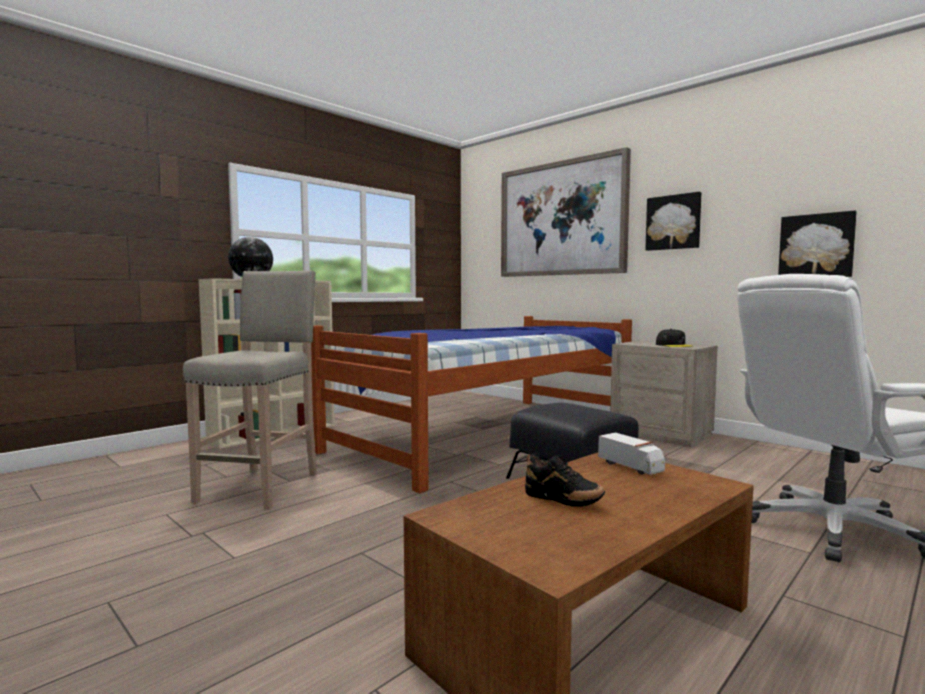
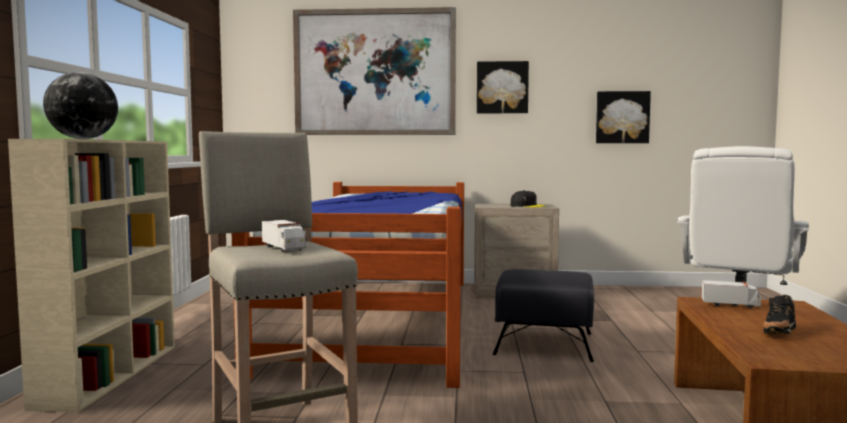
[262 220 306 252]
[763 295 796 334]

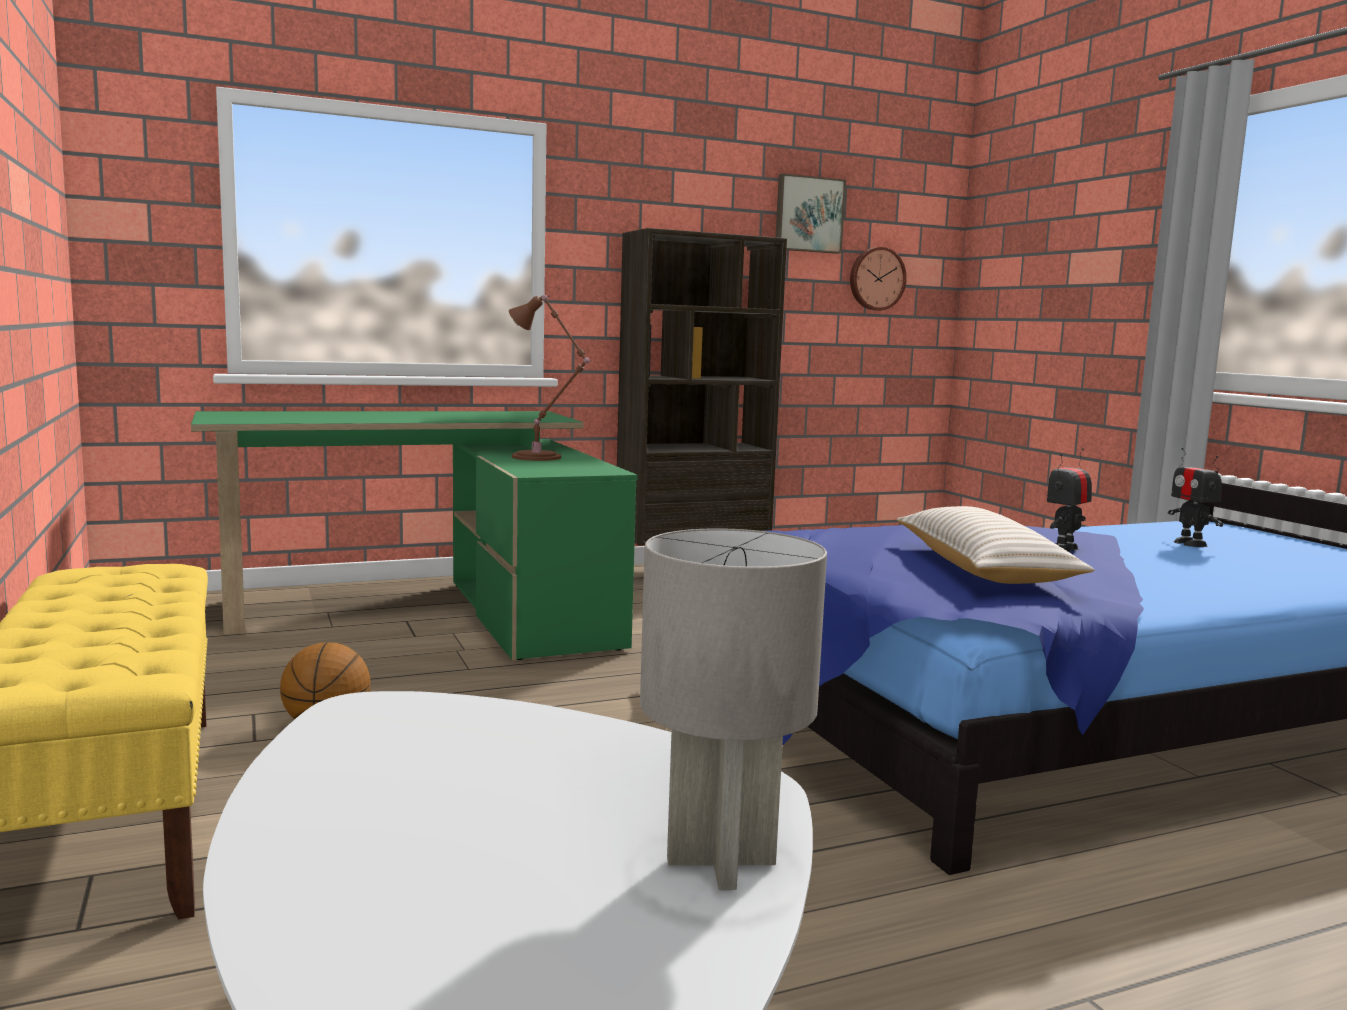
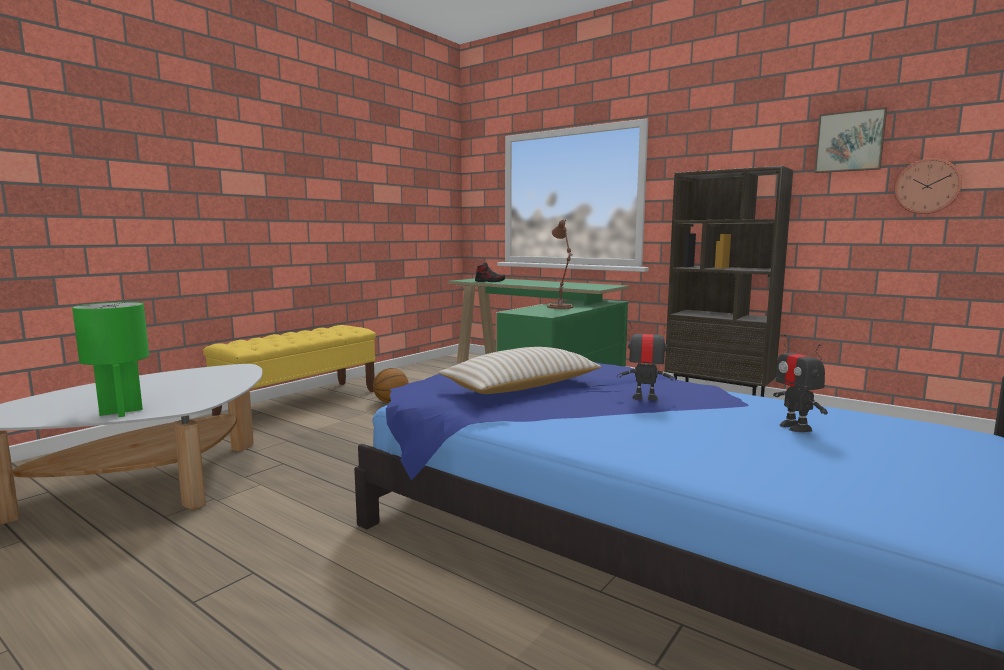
[475 262 505 282]
[72 302 149 417]
[773 334 828 432]

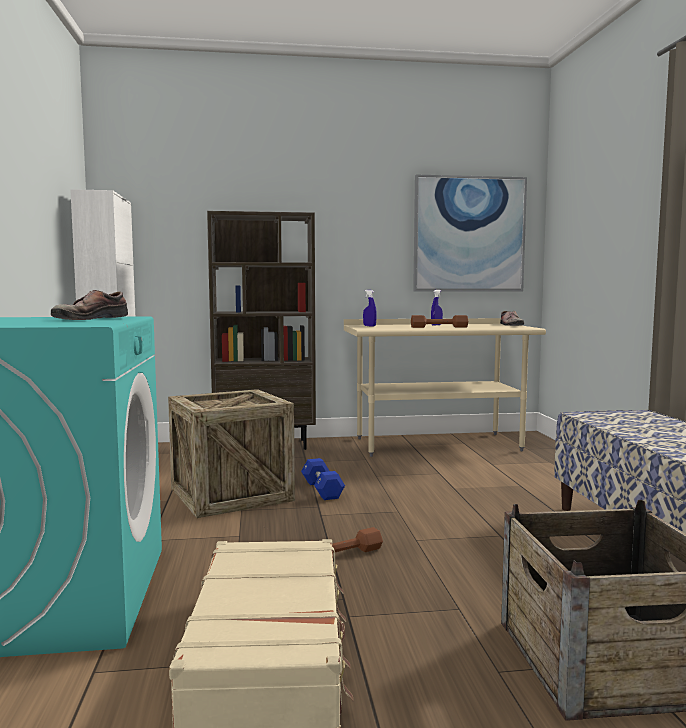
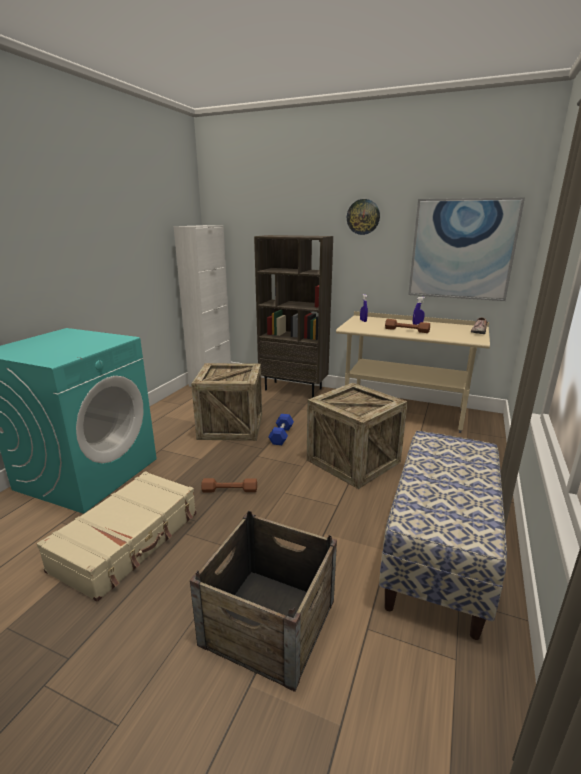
[51 290 128 320] (first image)
[307 383 408 489]
[347 199 380 235]

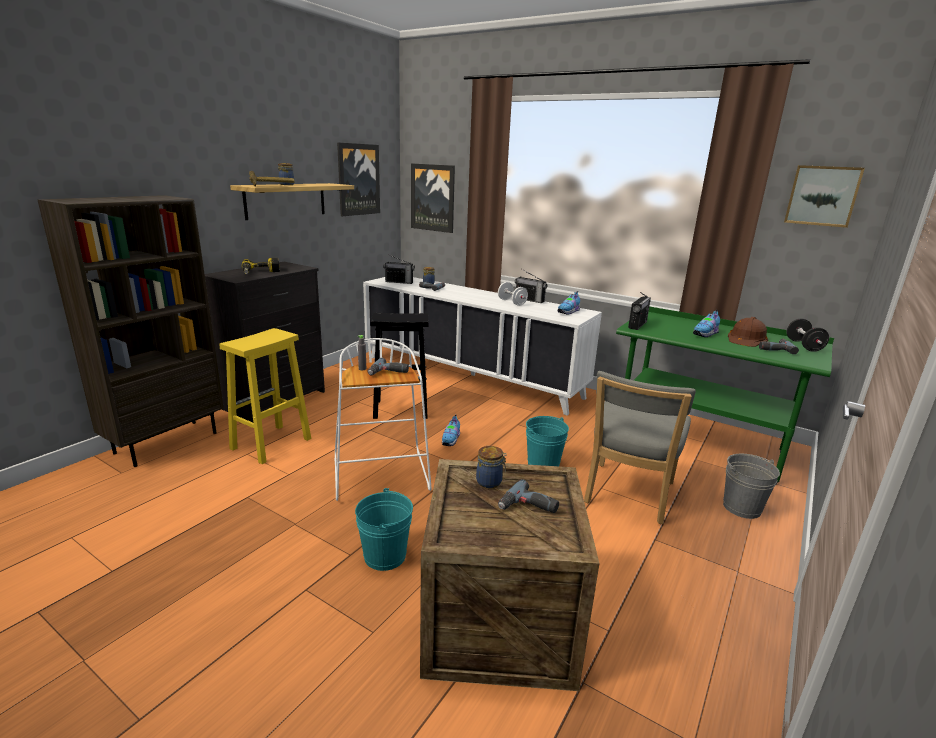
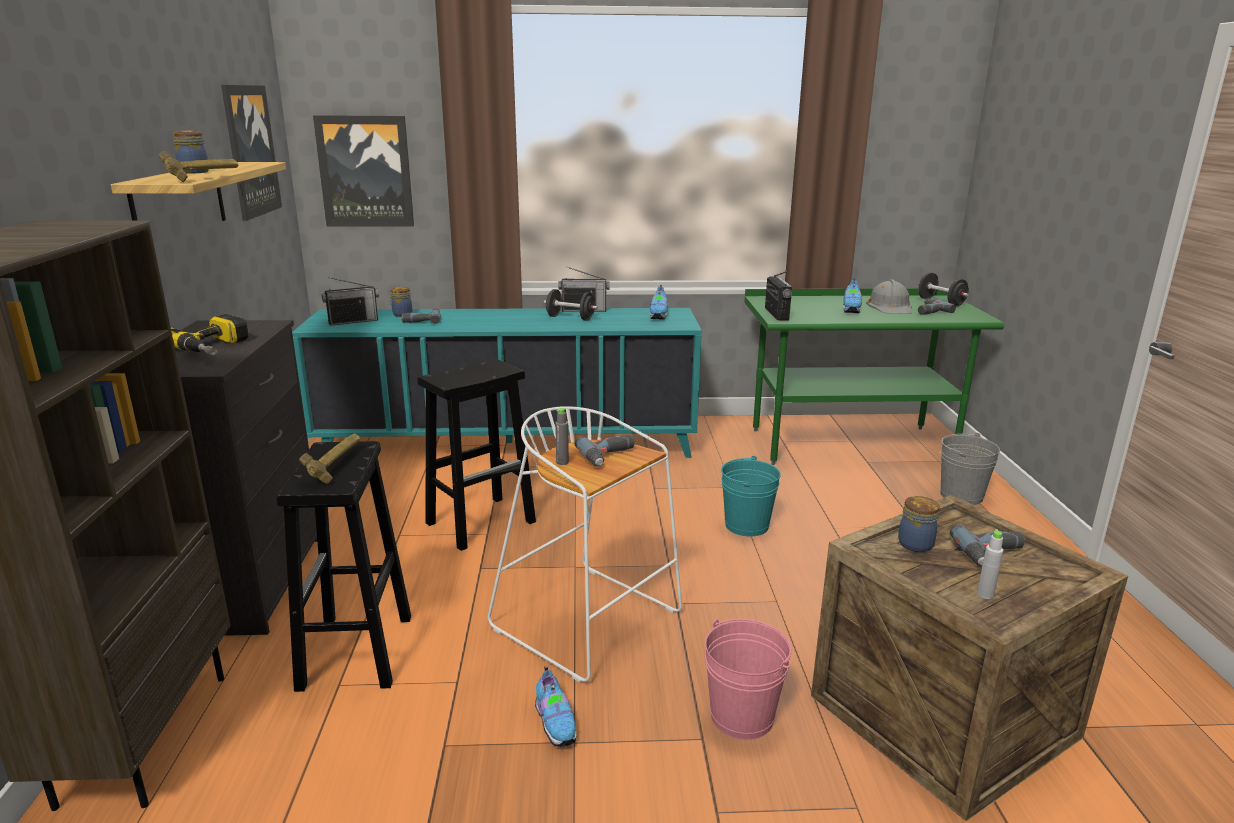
[584 371 696 524] (first image)
[784 165 865 228] (first image)
[299 434 360 484]
[977 529 1004 599]
[535 666 577 747]
[276 441 411 692]
[705 619 792 740]
[292 308 702 458]
[544 289 598 321]
[866 279 912 314]

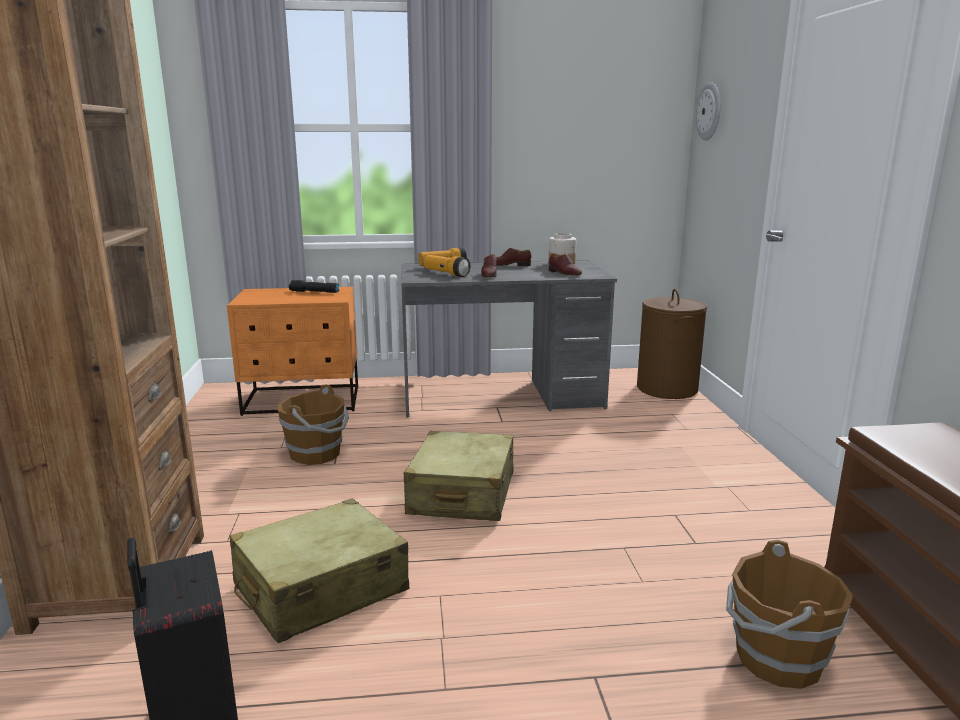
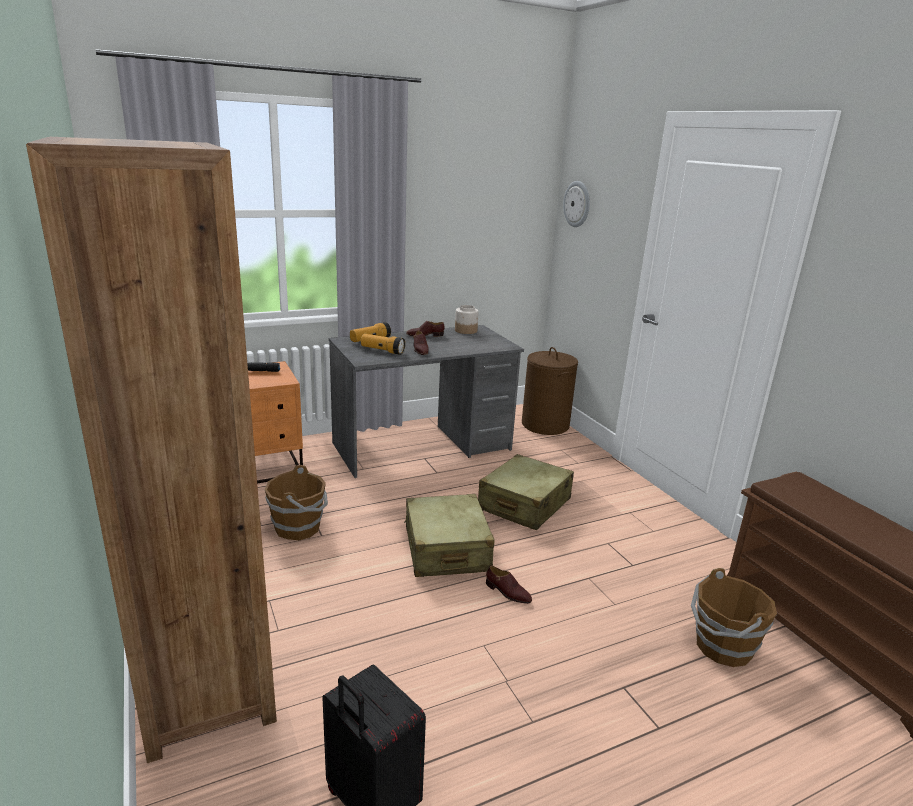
[478 454 574 530]
[486 566 532 604]

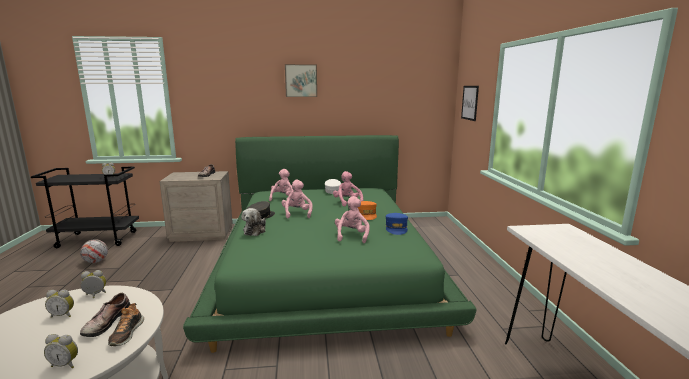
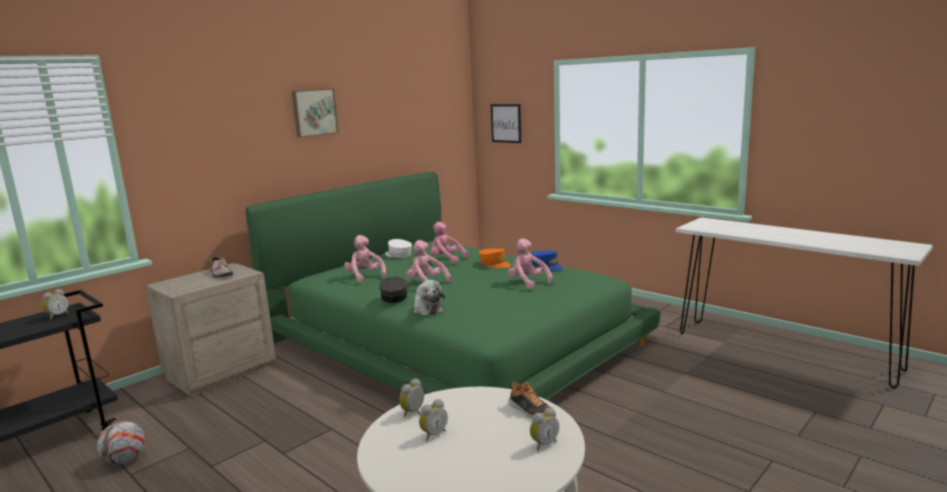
[80 293 131 337] (first image)

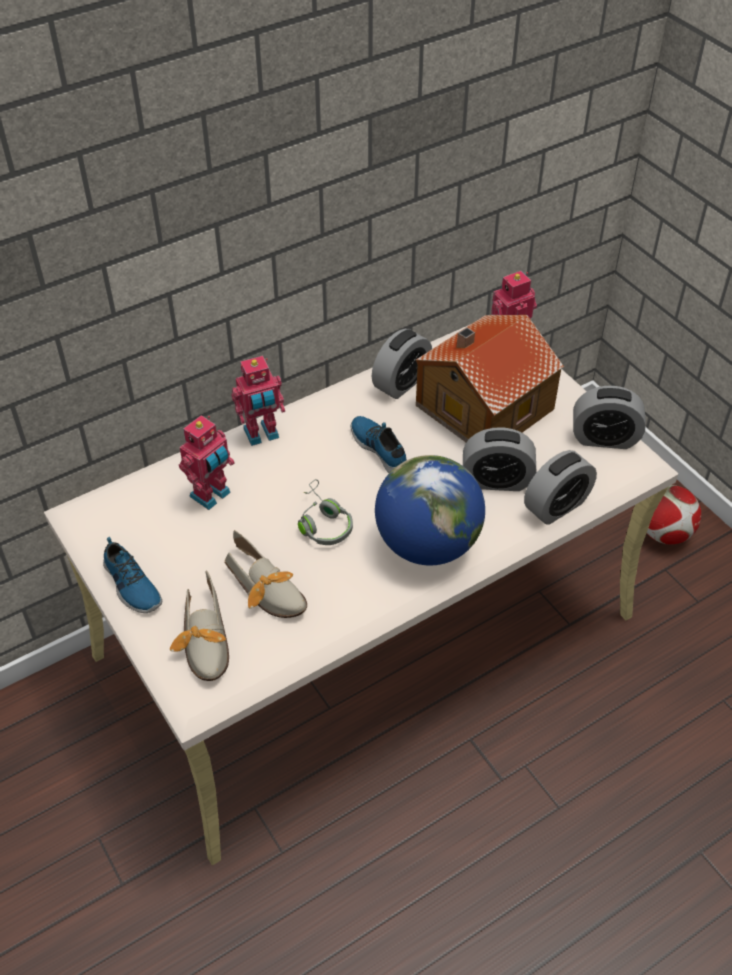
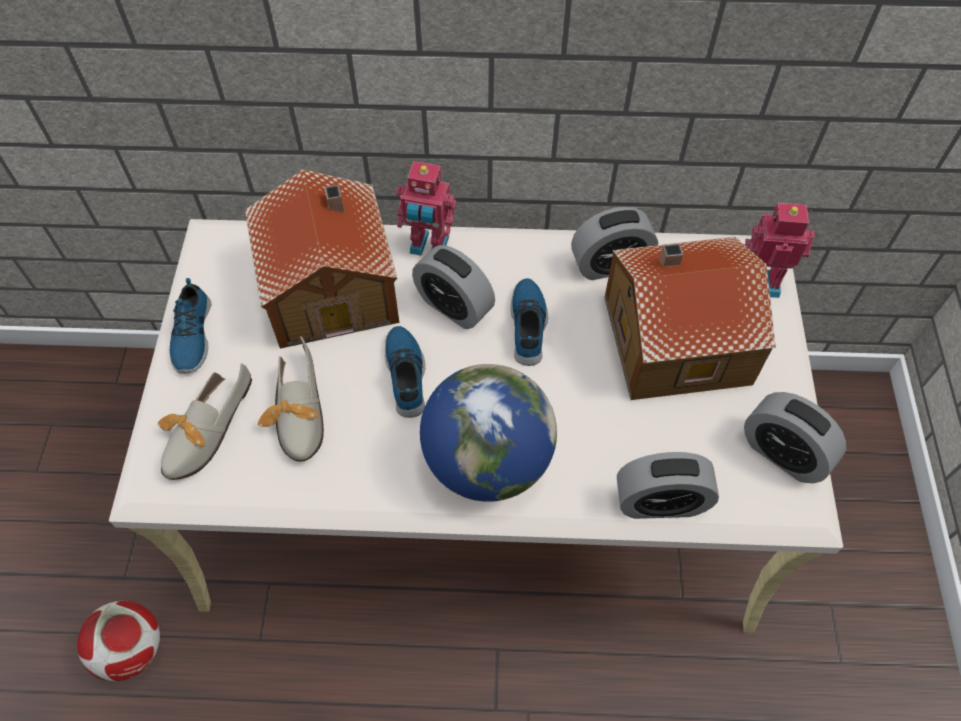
[412 245 495 329]
[77 601 160 681]
[245 169 399 349]
[385 326 426 418]

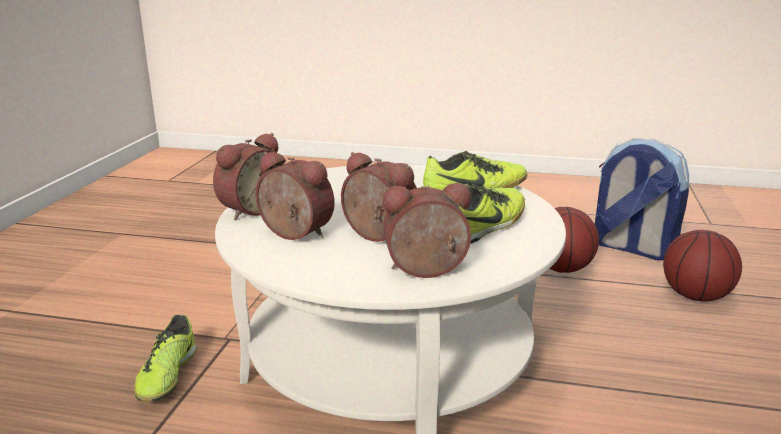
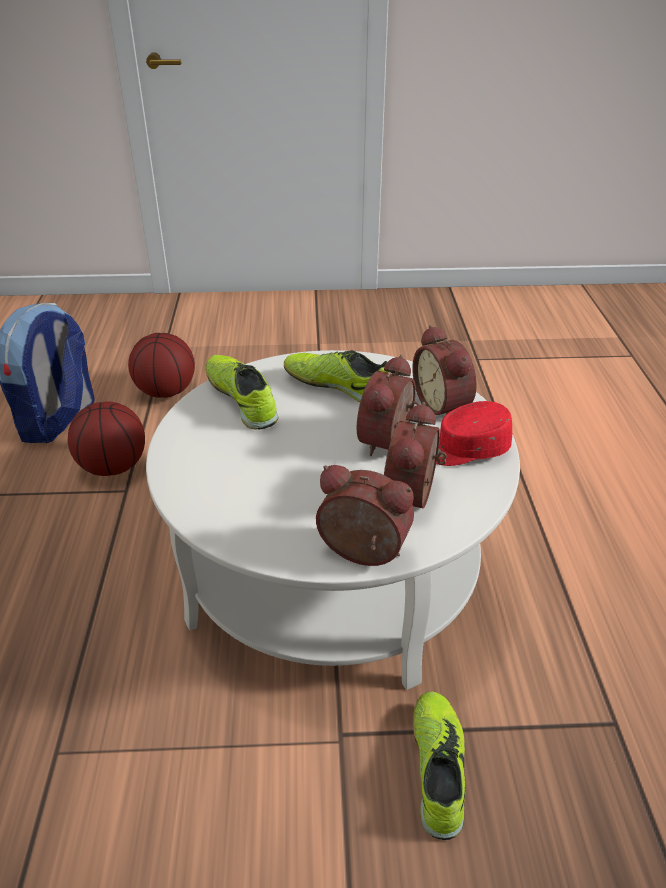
[436 401 513 466]
[413 691 465 840]

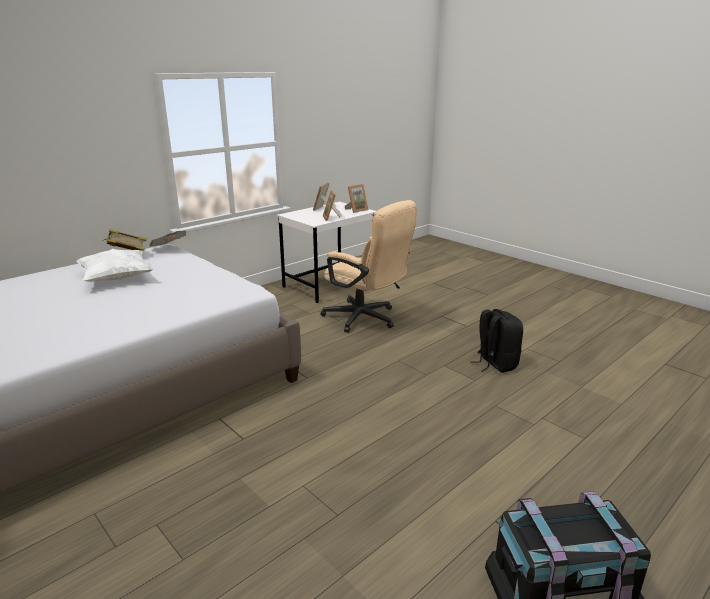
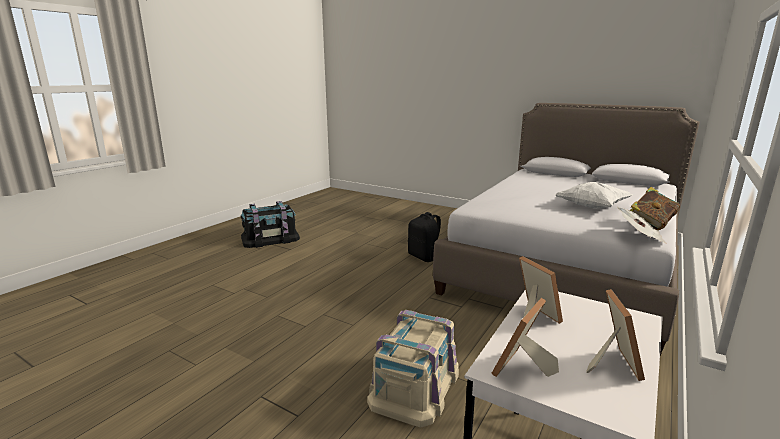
[408 212 441 262]
[367 310 459 428]

